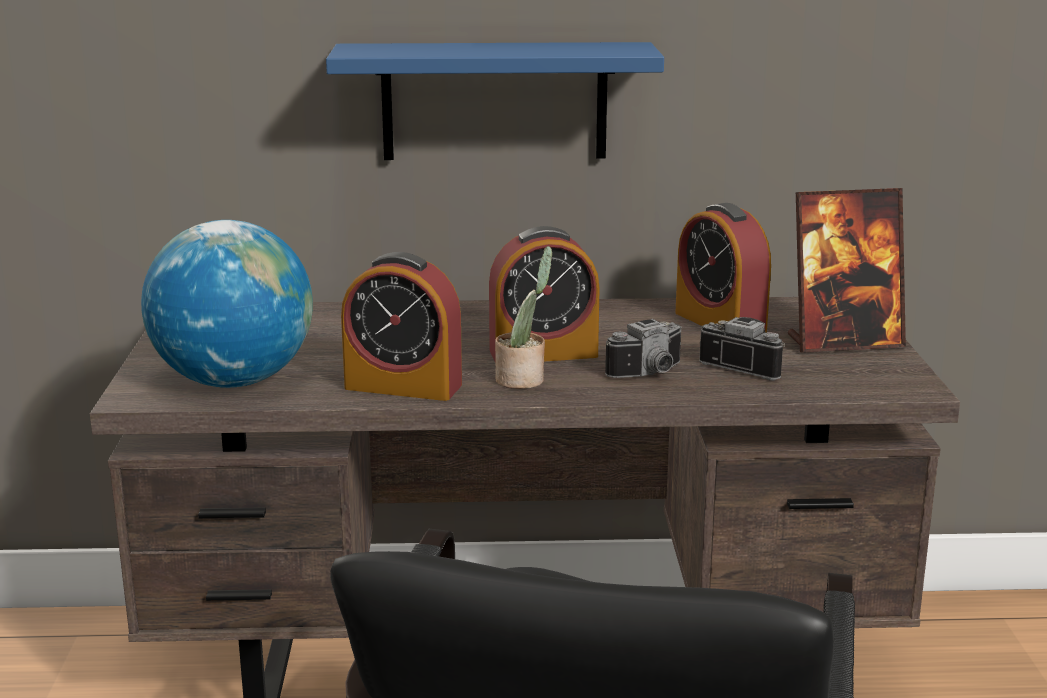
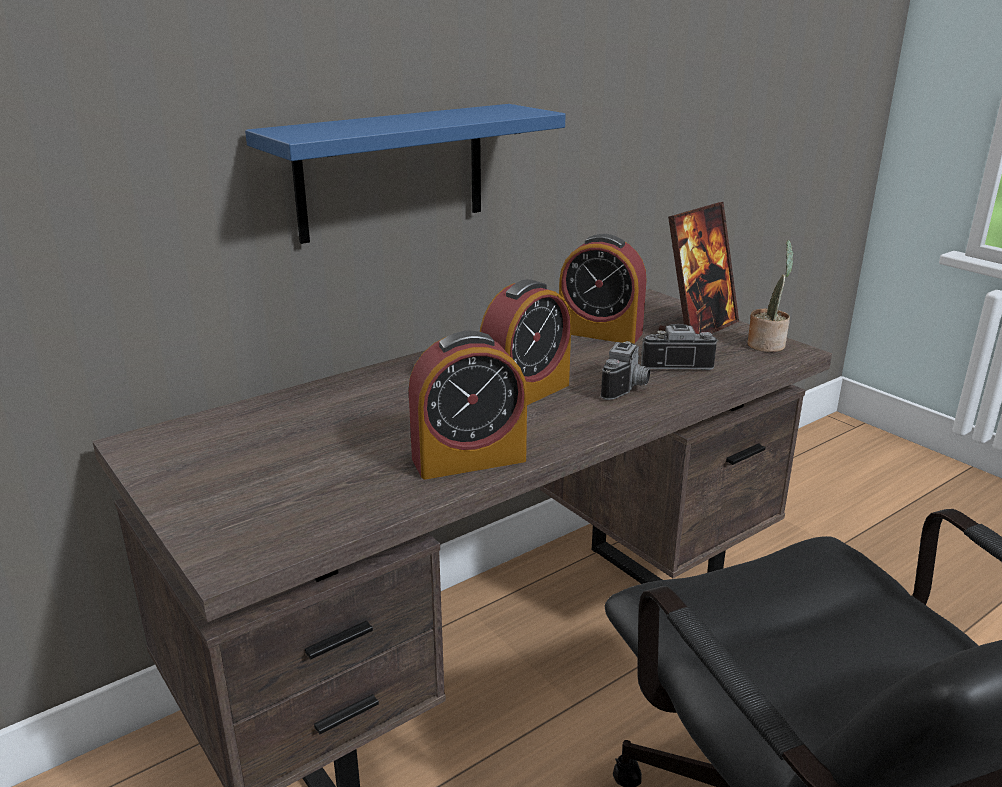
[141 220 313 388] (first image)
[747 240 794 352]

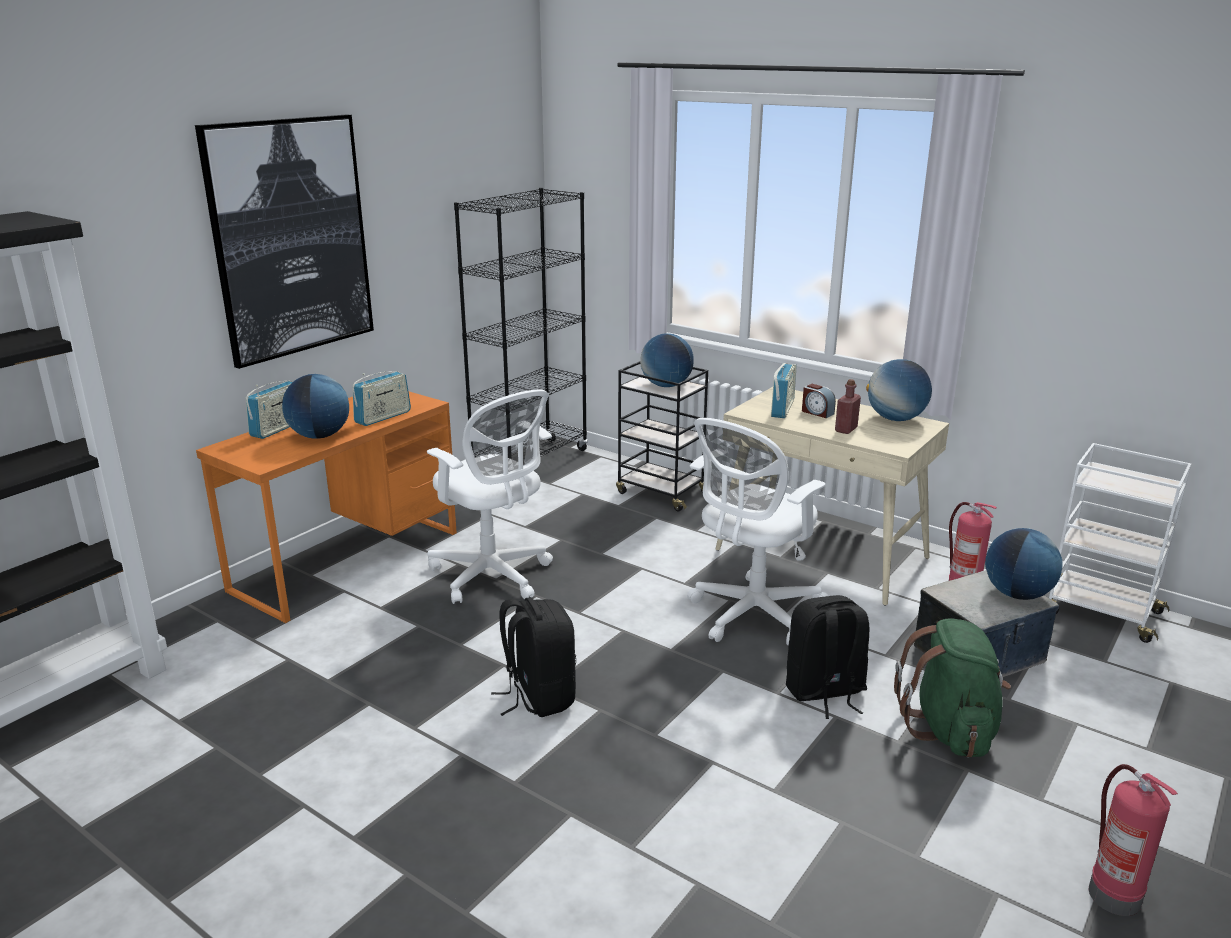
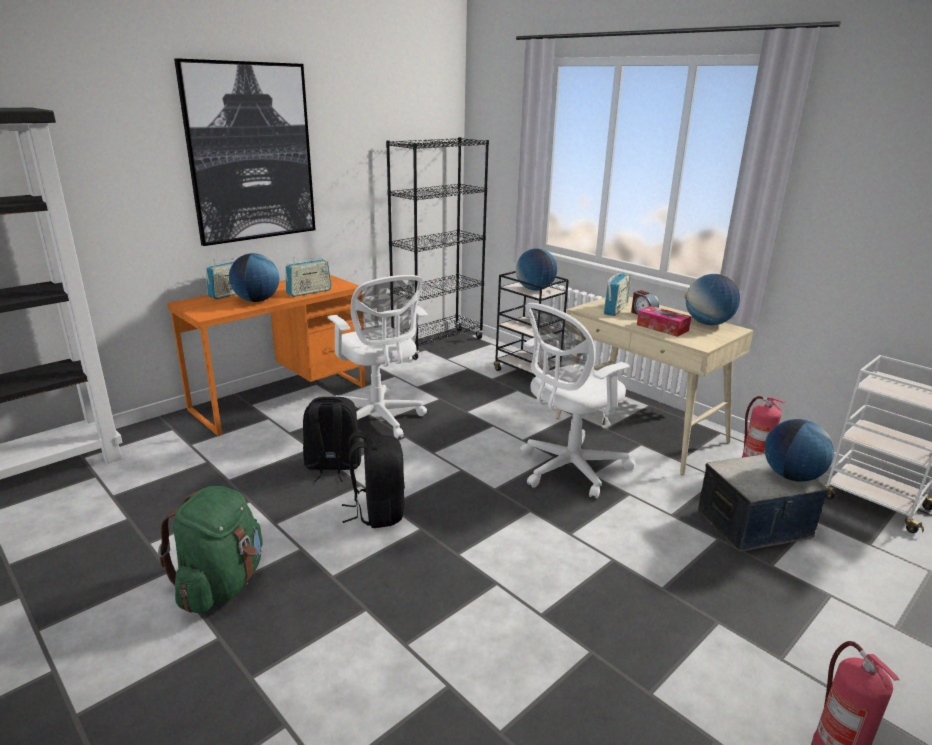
[303 397 361 482]
[158 486 263 613]
[637 306 691 337]

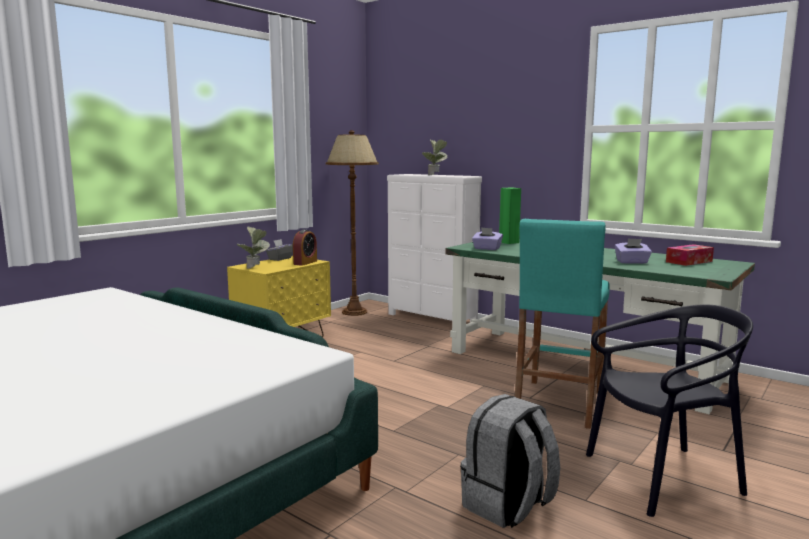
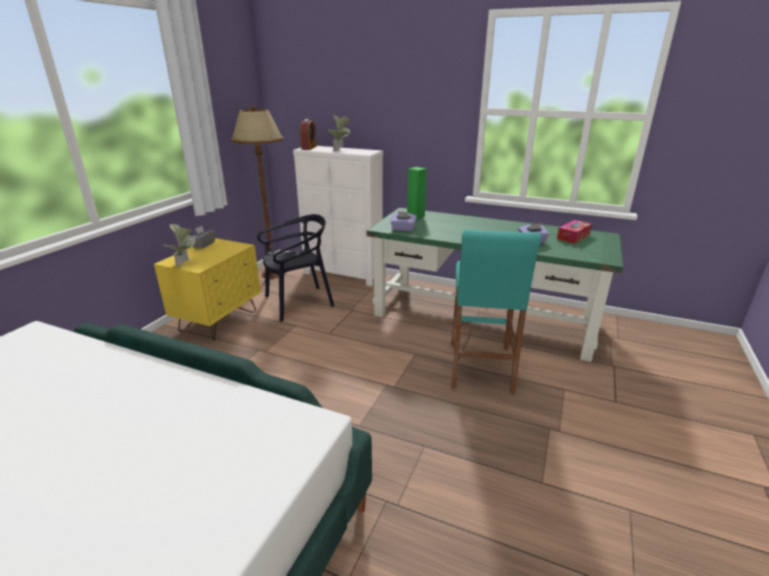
[460 394 560 528] (first image)
[300 119 317 150]
[257 214 334 322]

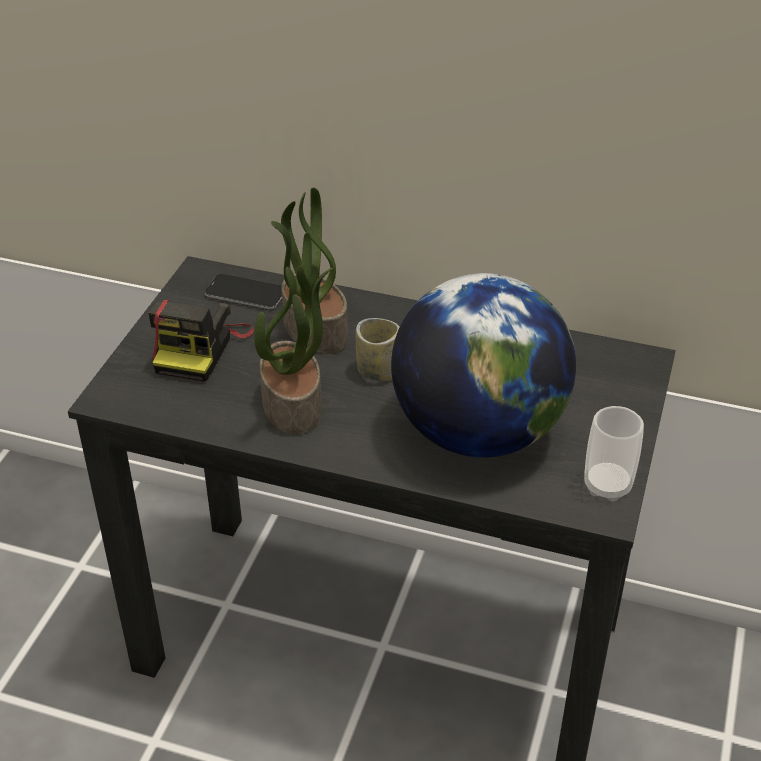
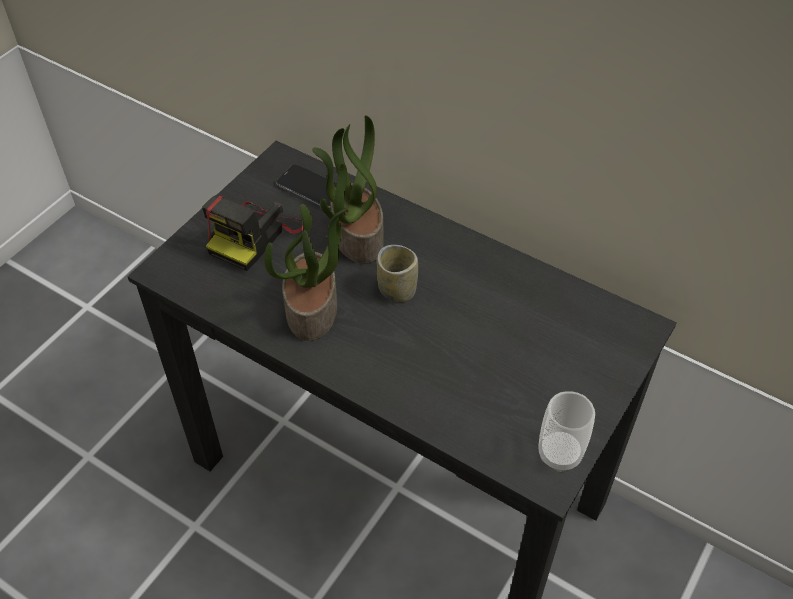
[391 273 576 458] (first image)

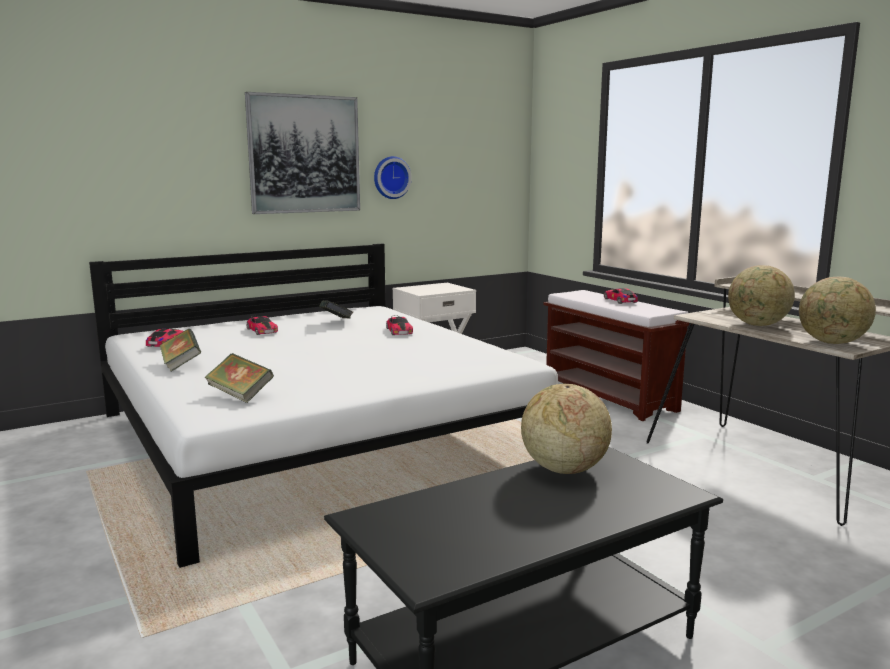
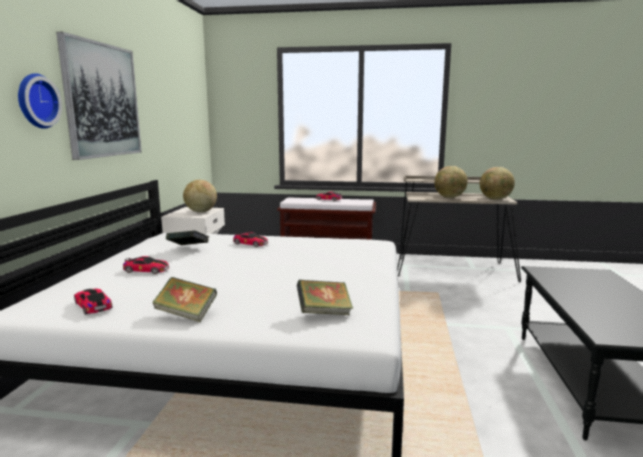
[18 73 62 129]
[183 180 217 212]

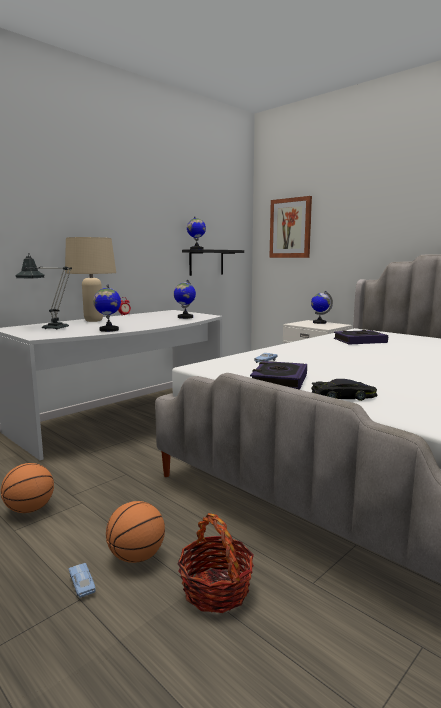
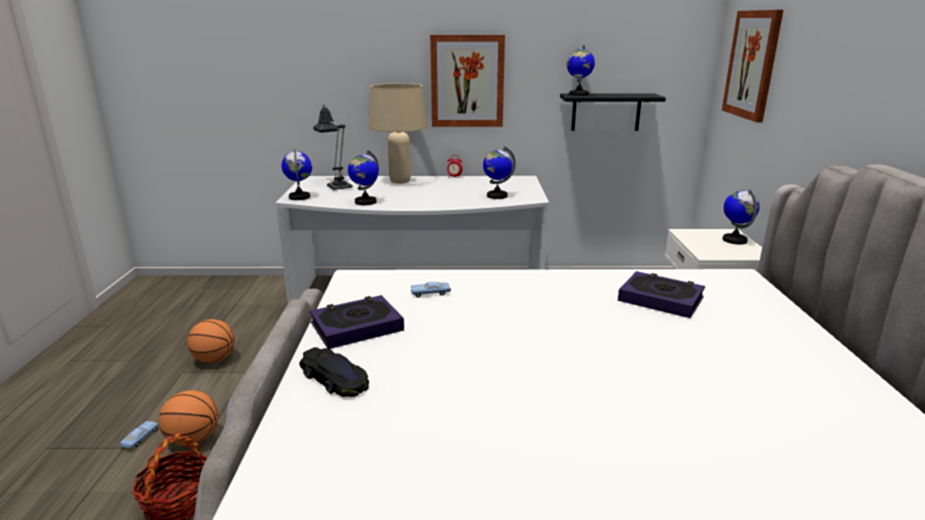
[281 149 312 200]
[430 35 505 127]

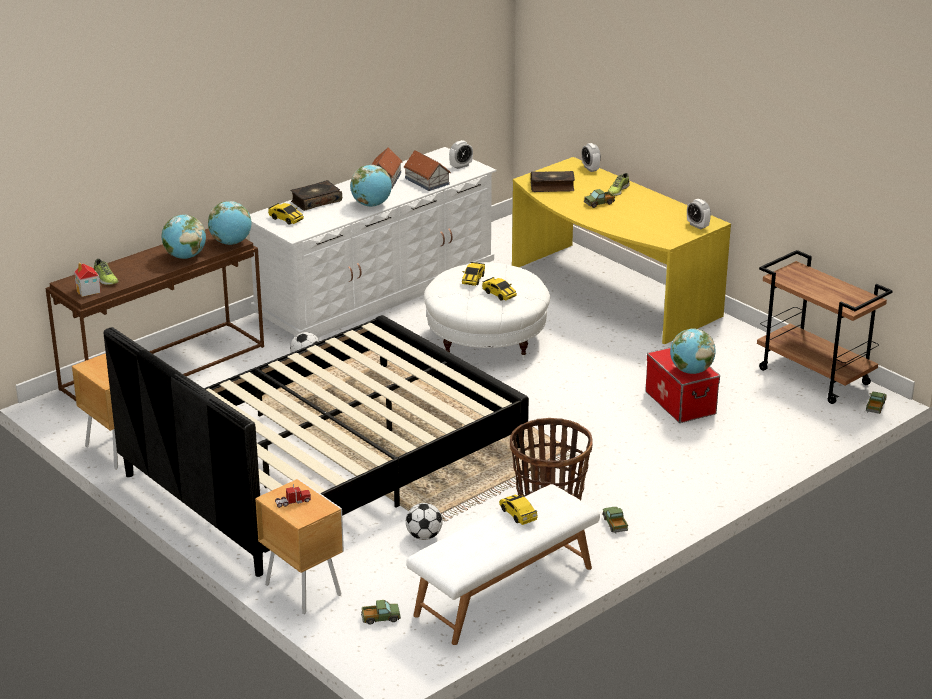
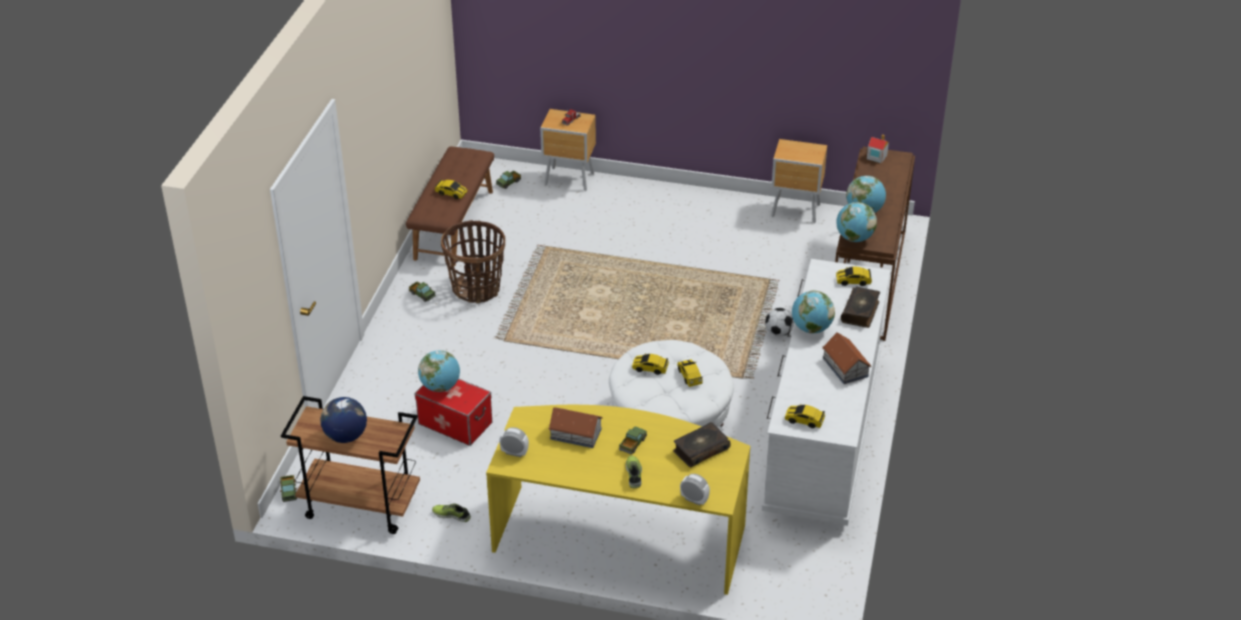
[104 315 529 577] (first image)
[406 503 443 540] (first image)
[320 397 367 443]
[432 503 471 522]
[548 407 603 448]
[785 403 825 428]
[406 146 494 266]

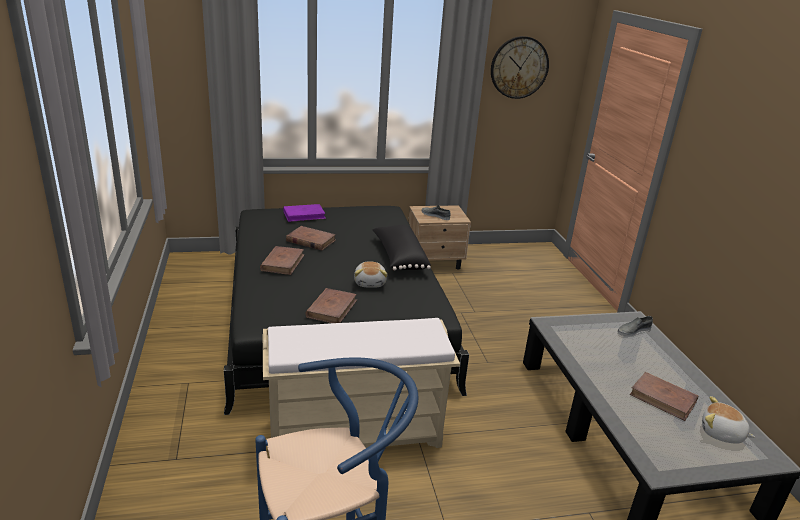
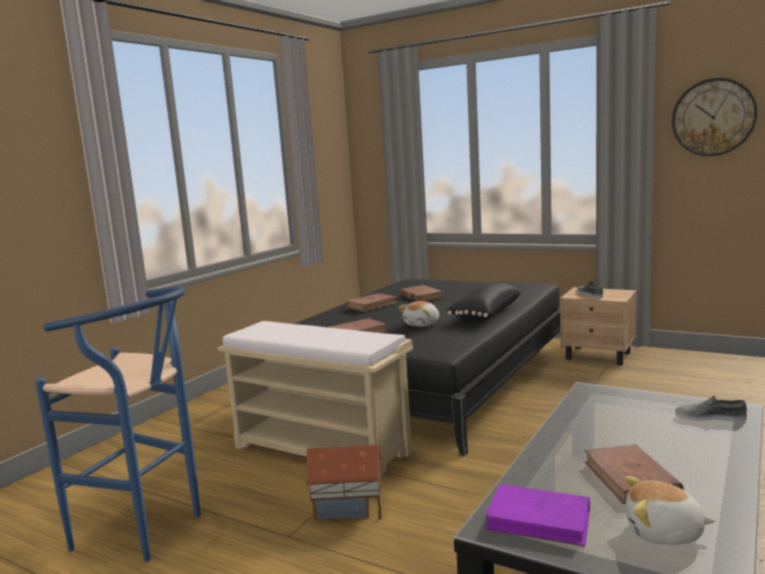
[305 445 383 520]
[485 484 590 546]
[624 476 715 545]

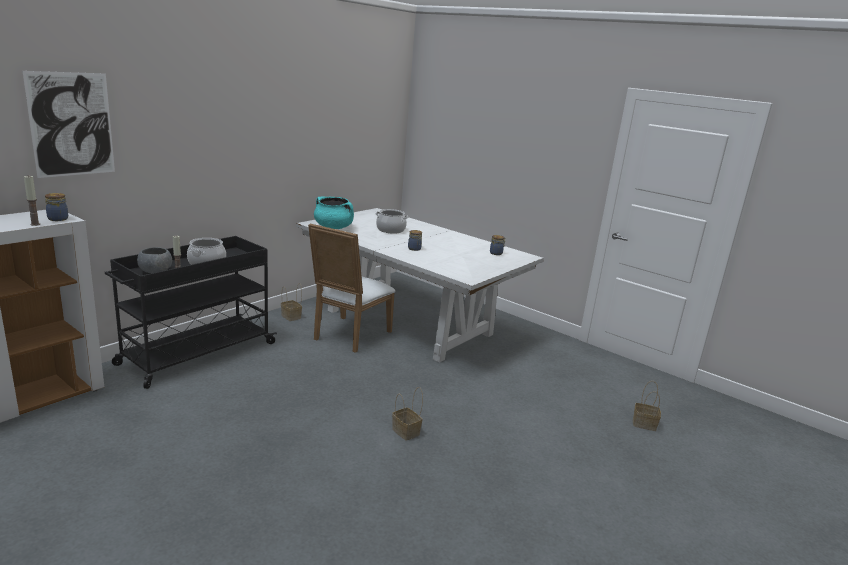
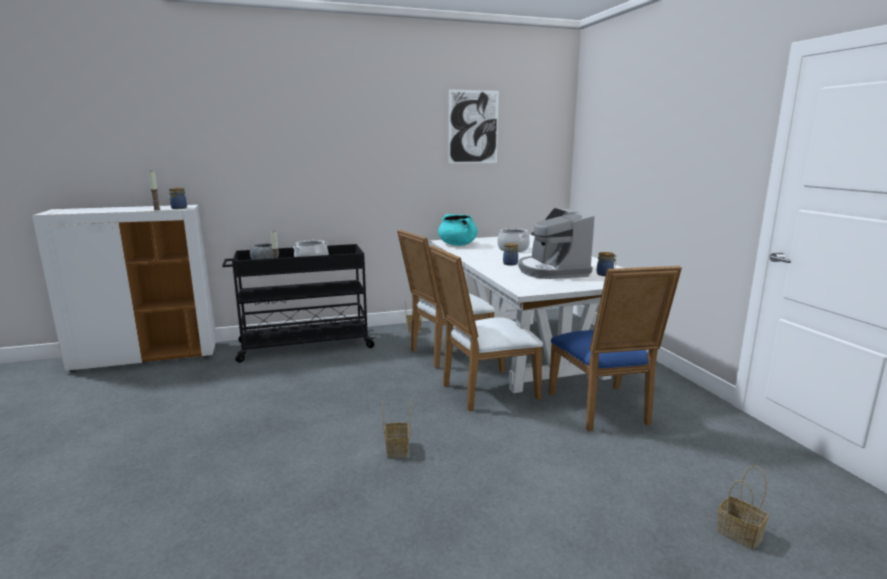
[429 245 543 411]
[518 208 595 279]
[549 266 682 431]
[448 89 499 163]

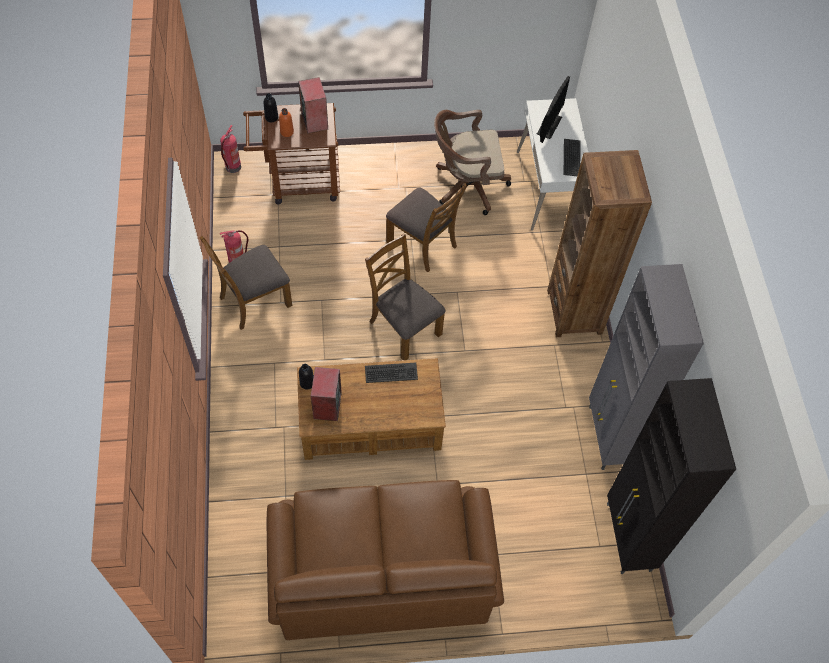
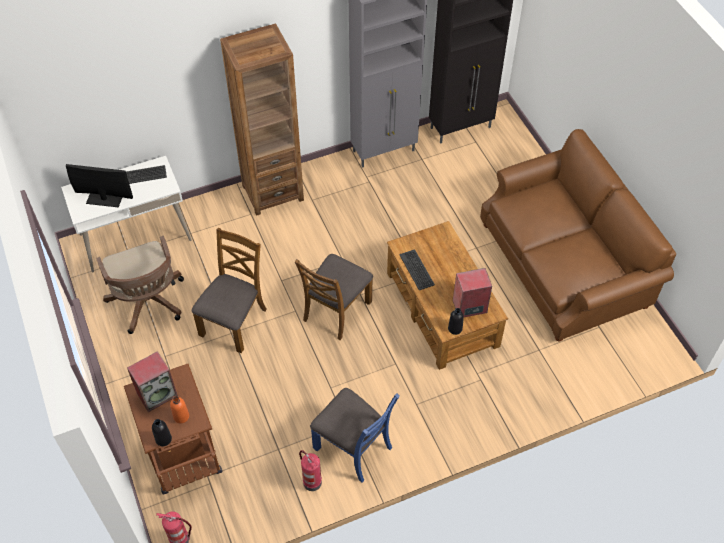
[310 388 400 482]

